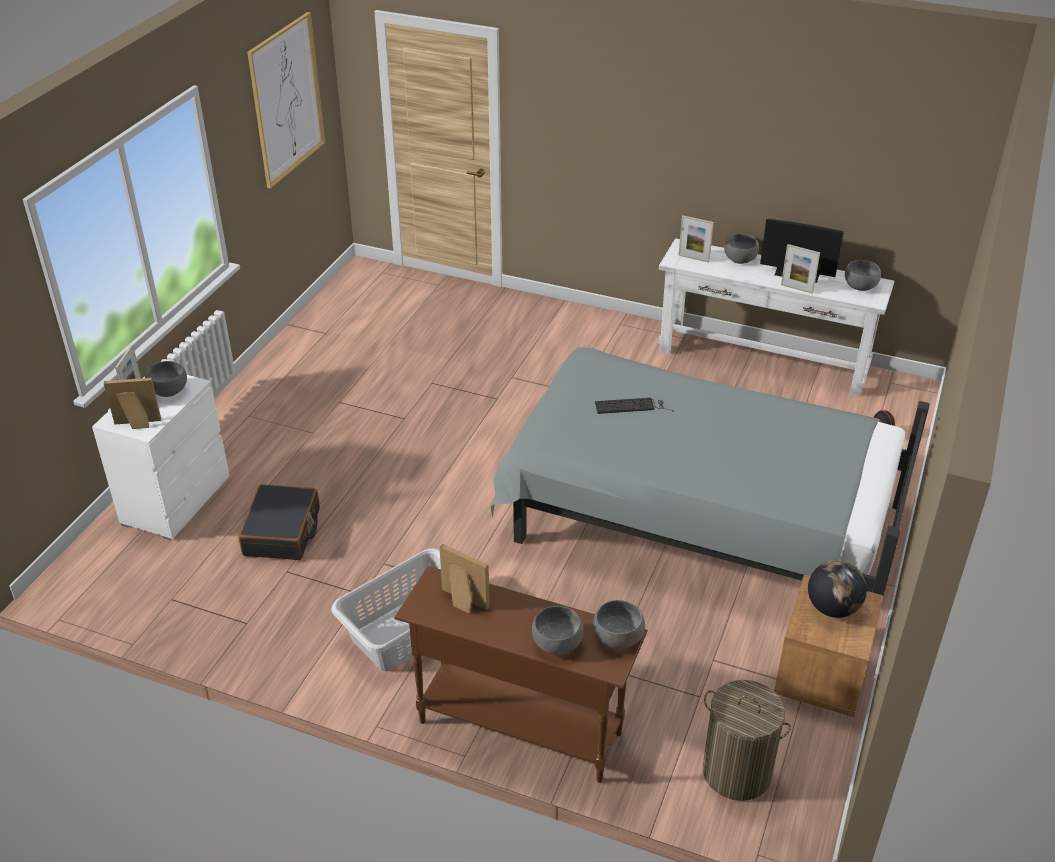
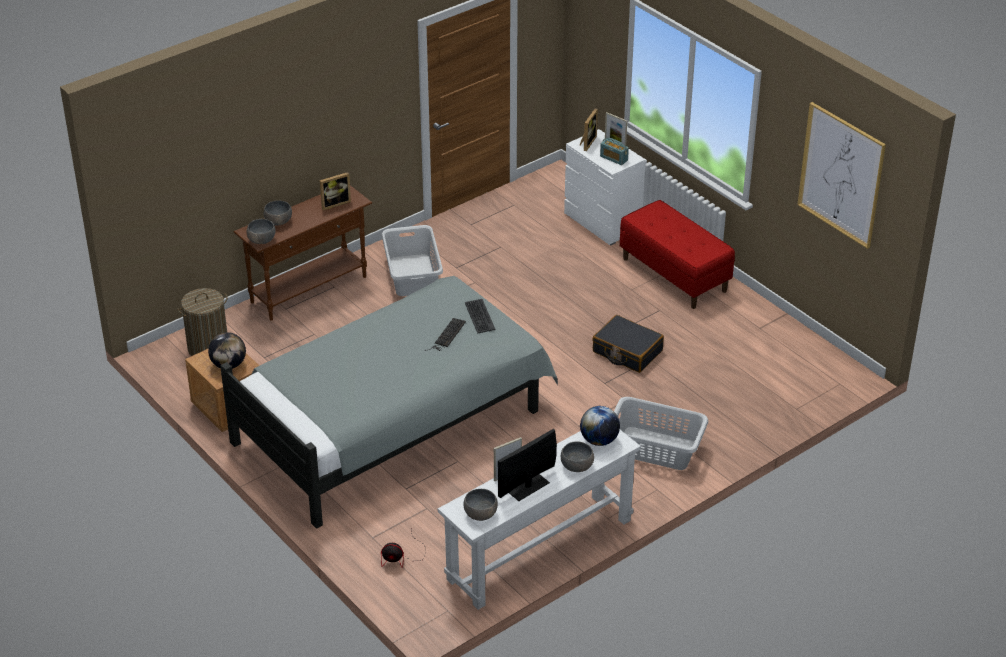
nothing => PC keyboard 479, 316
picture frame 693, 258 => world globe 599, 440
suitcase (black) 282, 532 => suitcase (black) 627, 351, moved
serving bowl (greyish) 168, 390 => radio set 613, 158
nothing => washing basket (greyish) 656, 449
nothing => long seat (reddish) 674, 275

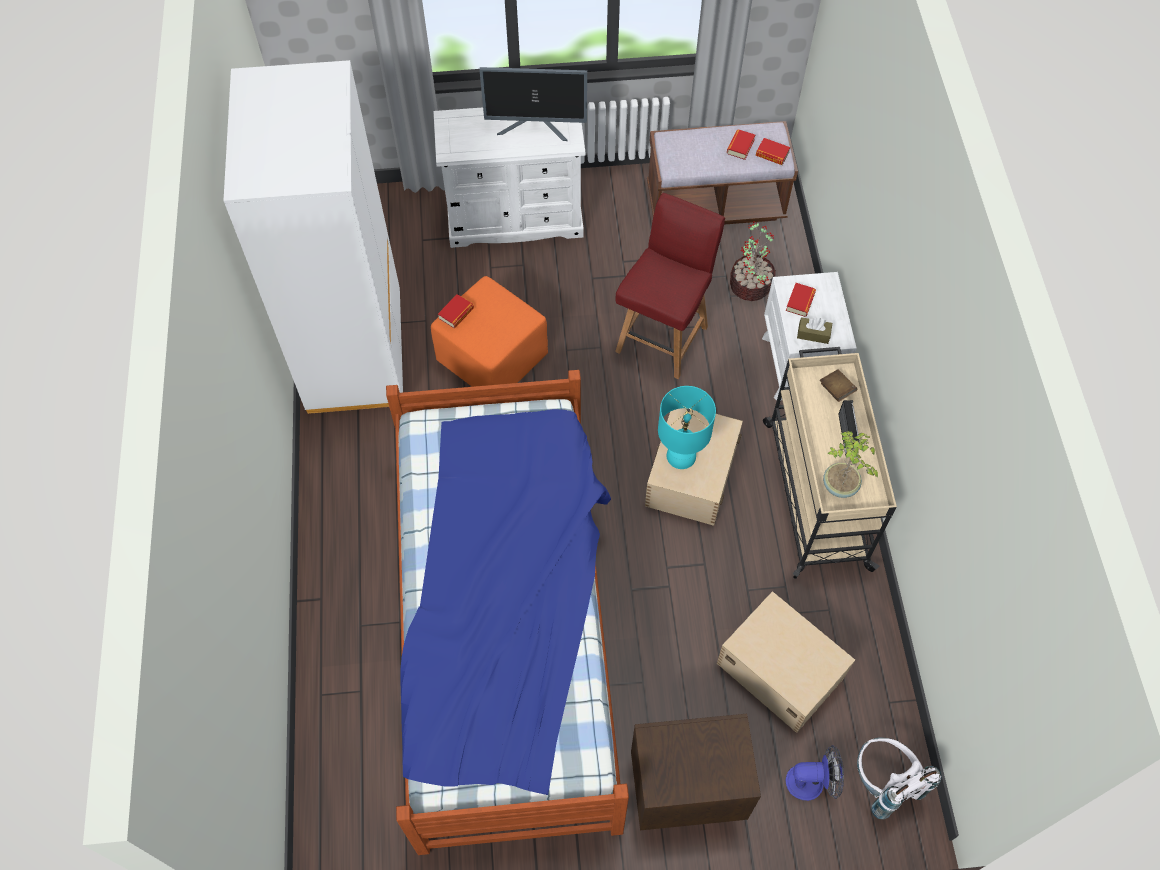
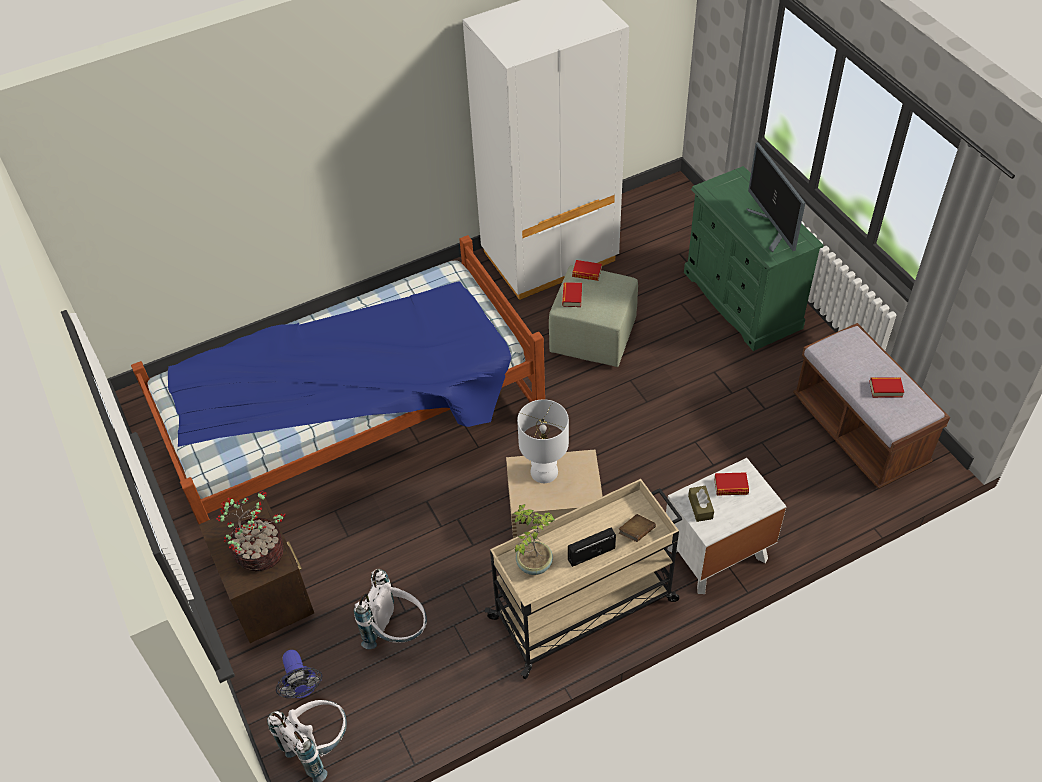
houseplant 750, 284 => houseplant 261, 551, moved
storage bin (beige) 779, 669 => rucksack (white-coloured) 397, 632
lamp for a table (turquoise) 680, 455 => lamp for a table (white-coloured) 544, 471
pouffe (orangey) 491, 358 => pouffe (greenish) 592, 336
book 772, 154 => book 572, 297, moved
chest of drawers (white-coloured) 515, 217 => chest of drawers (greenish) 741, 300
chair (reddish) 663, 337 => nothing

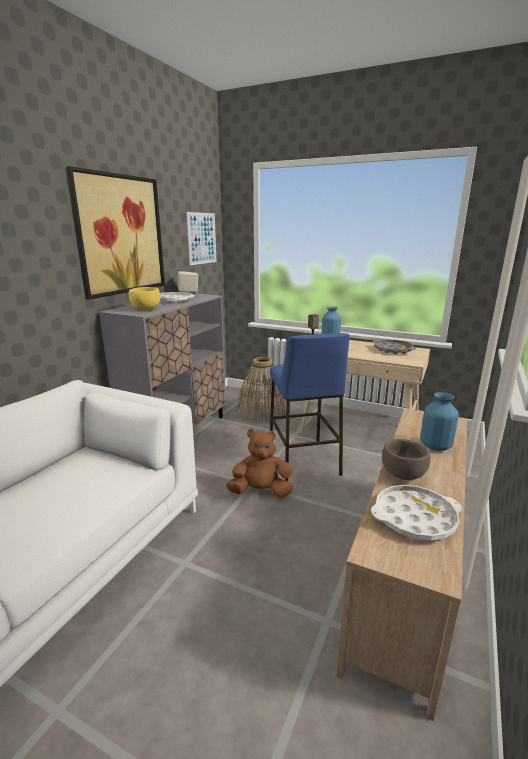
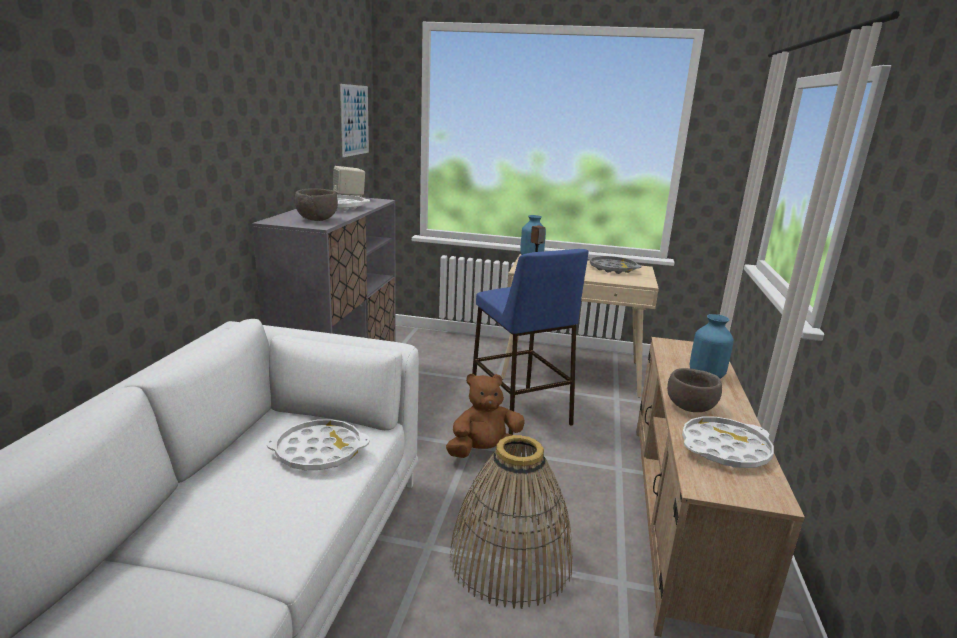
nothing => carrying tray (white-coloured) 319, 451
serving bowl (yellow) 145, 309 => serving bowl (brownish) 316, 220
household basket 262, 411 => household basket 510, 558, moved
picture 120, 235 => nothing

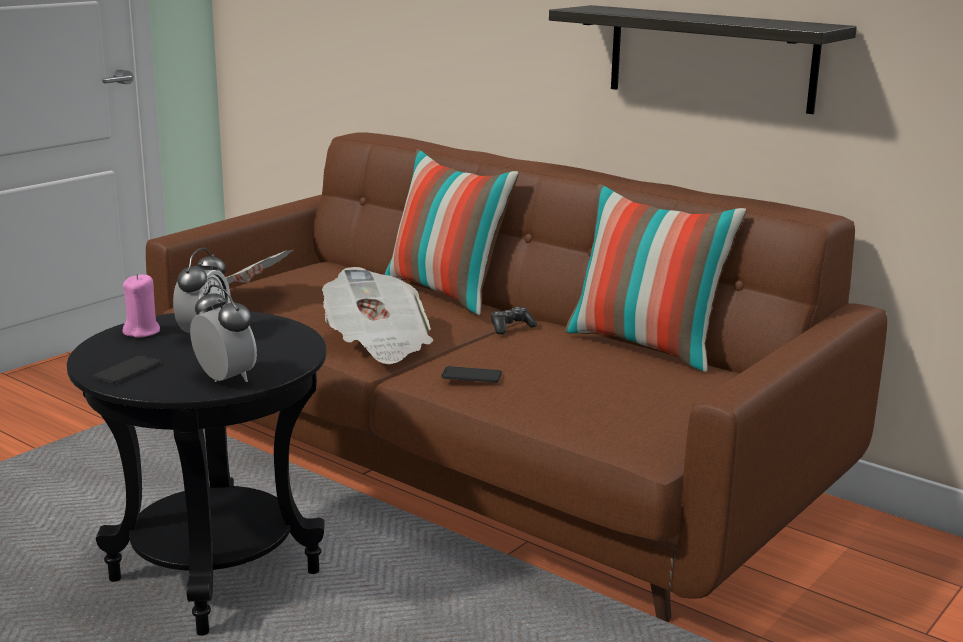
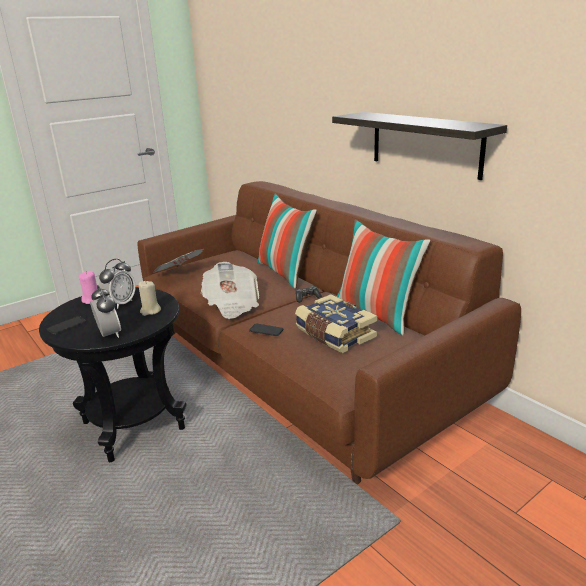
nothing => wax light (beige) 150, 311
nothing => book 334, 335

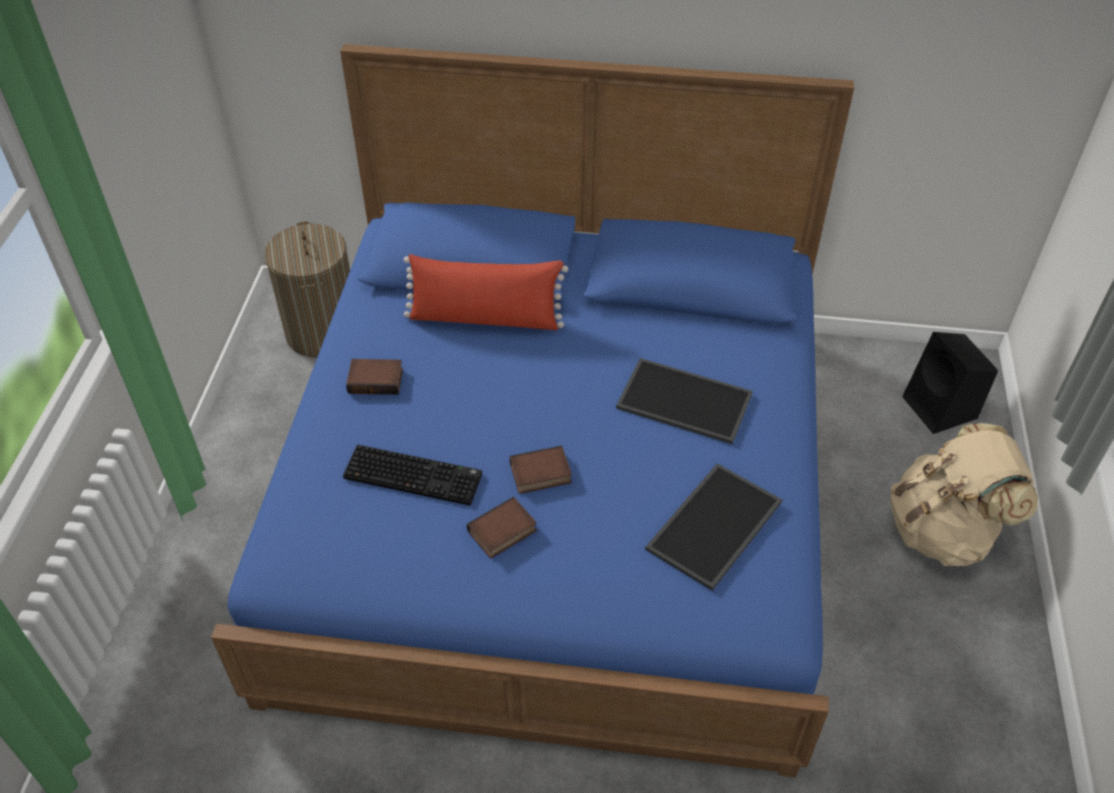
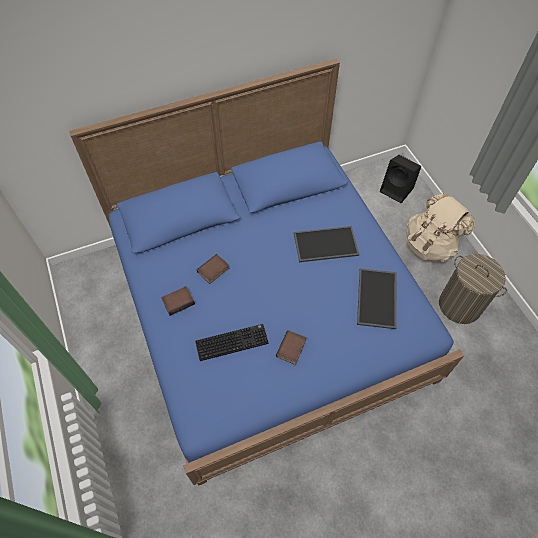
book 540, 475 => book 213, 271, moved
washing basket 323, 332 => washing basket 460, 305, moved
throw pillow (reddish) 485, 318 => nothing

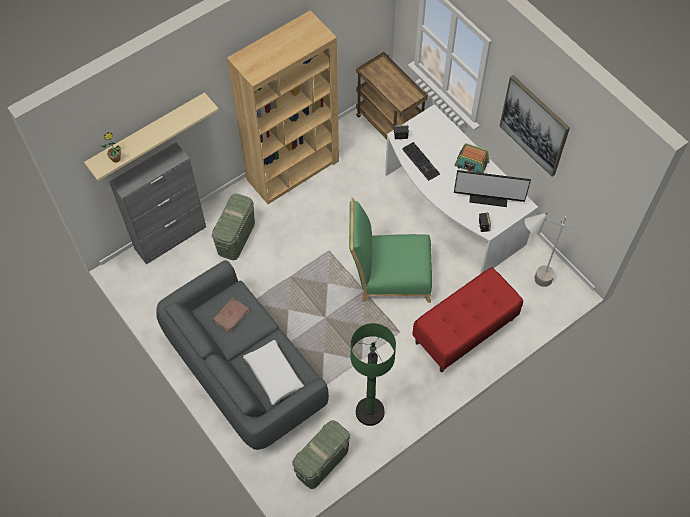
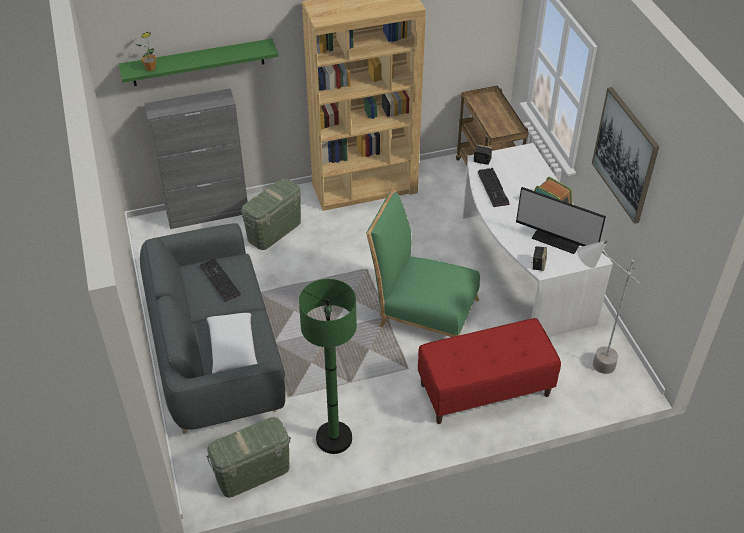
wall shelf (beige) 147, 134 => wall shelf (greenish) 198, 62
book (brownish) 231, 315 => PC keyboard 218, 280

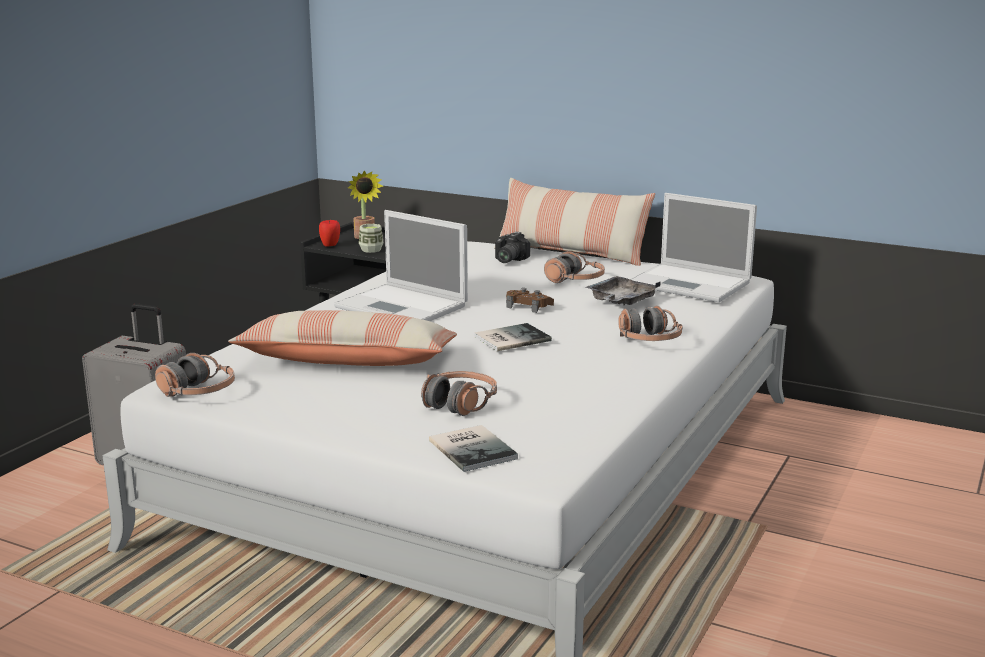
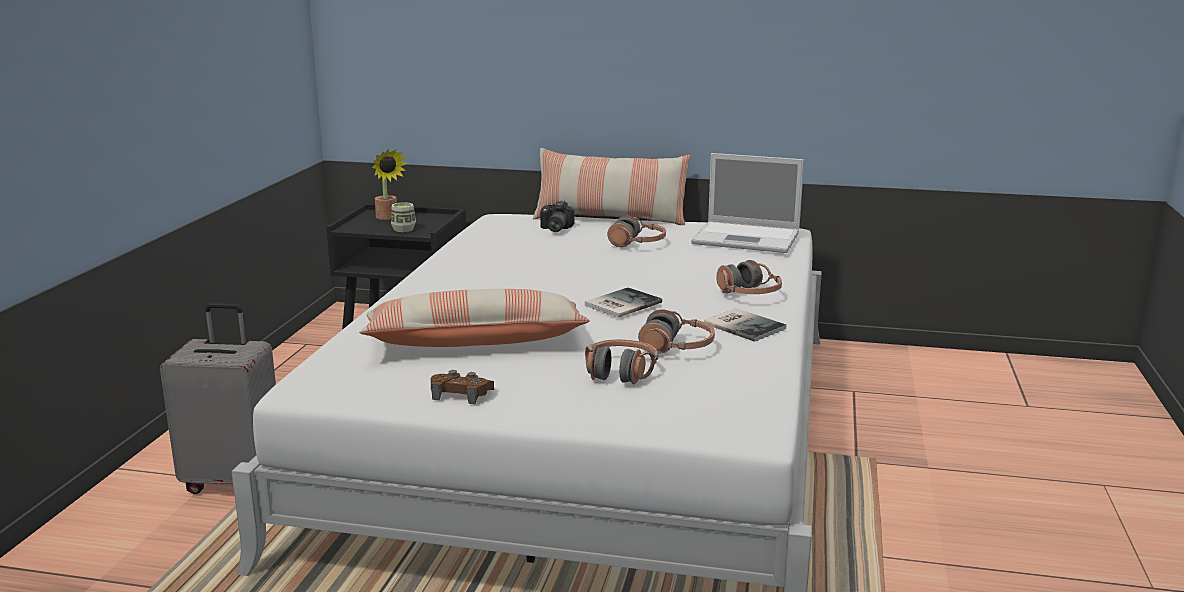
joypad (brownish) 528, 306 => joypad (brownish) 461, 394, moved
pair of headphones 197, 393 => pair of headphones 677, 348, moved
book 474, 448 => book 744, 325, moved
apple 330, 246 => nothing
portable computer 403, 307 => nothing
carrying tray (greyish) 621, 301 => nothing

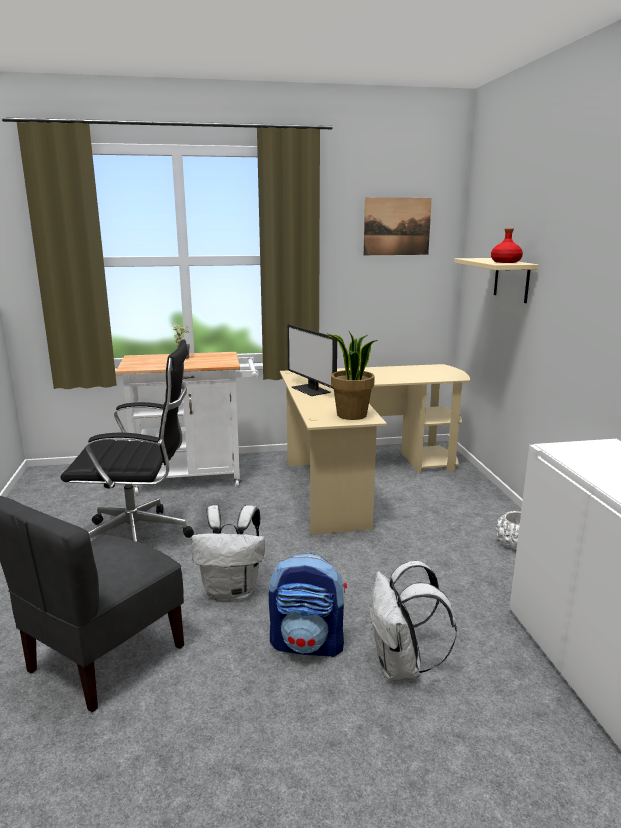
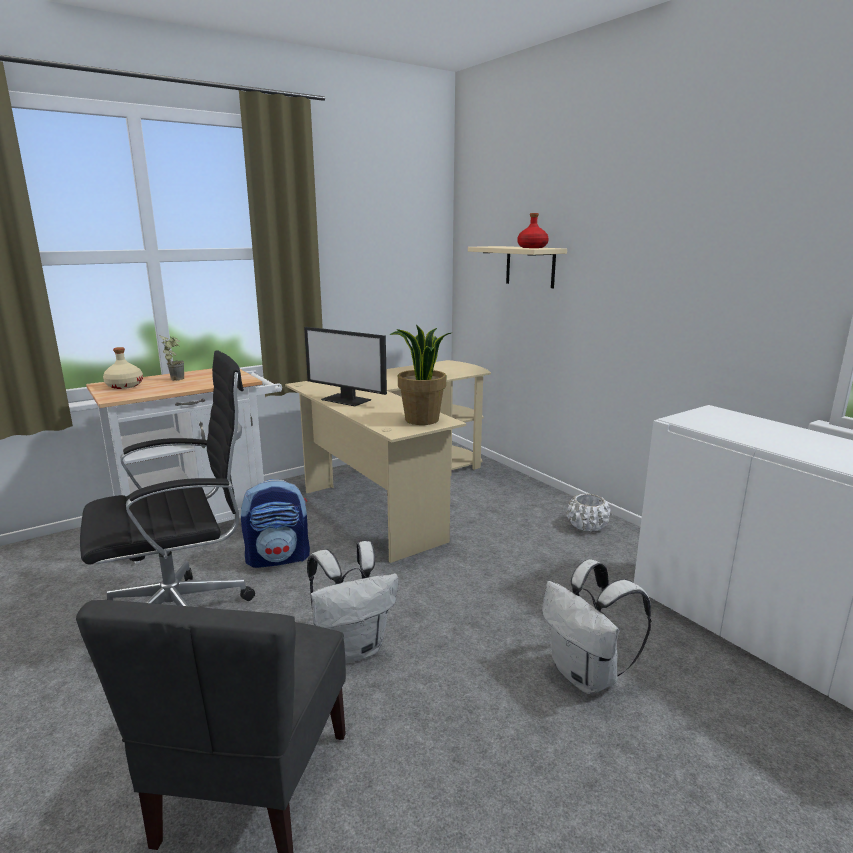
nothing => drink bottle (beige) 124, 386
rucksack 308, 644 => rucksack 279, 558, moved
picture 397, 226 => nothing

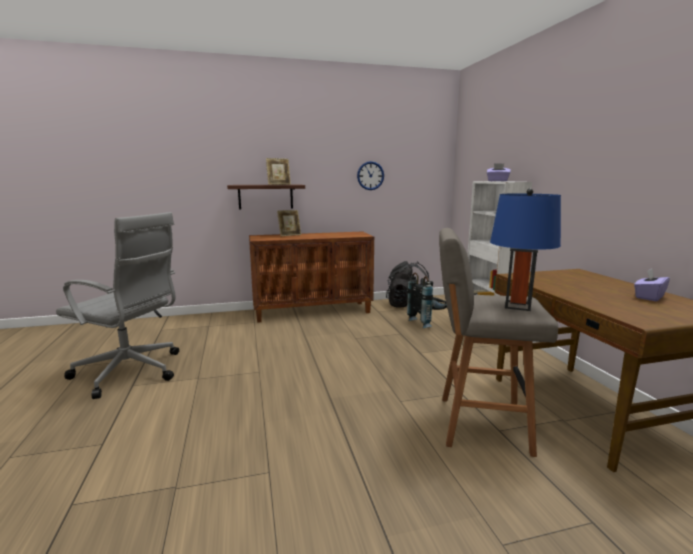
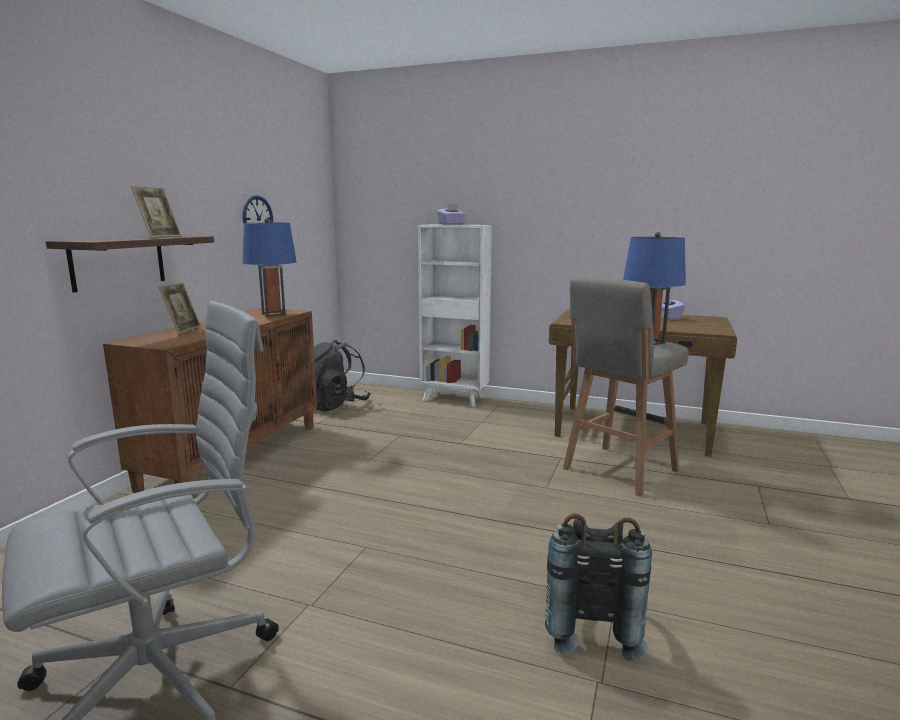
nothing => lamp for a table (bluish) 273, 314
rucksack (black) 428, 323 => rucksack (black) 589, 627, moved

